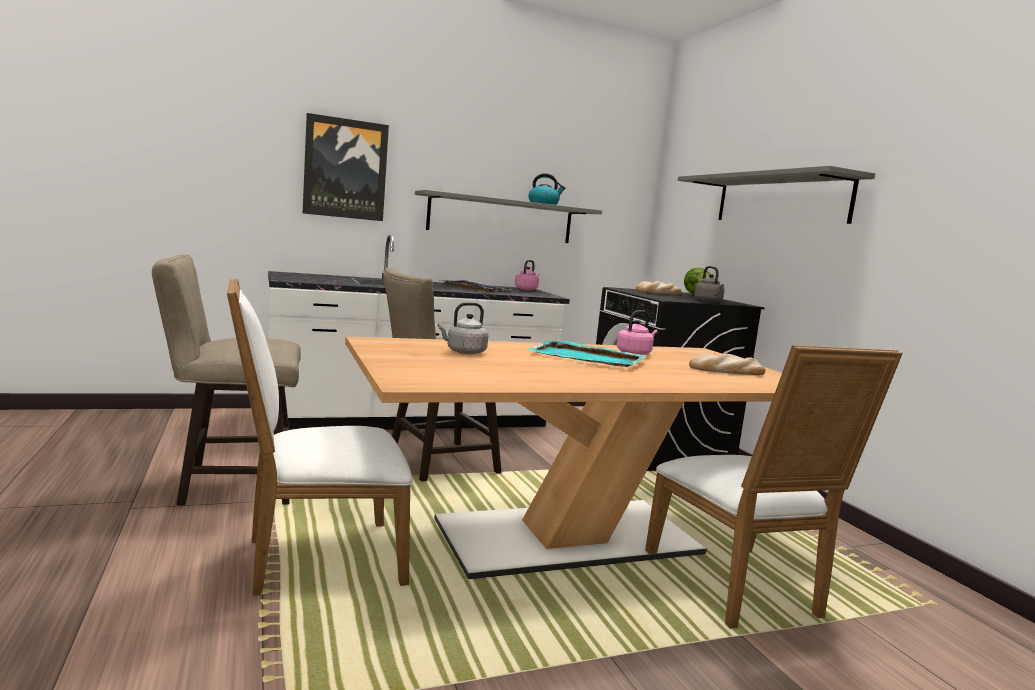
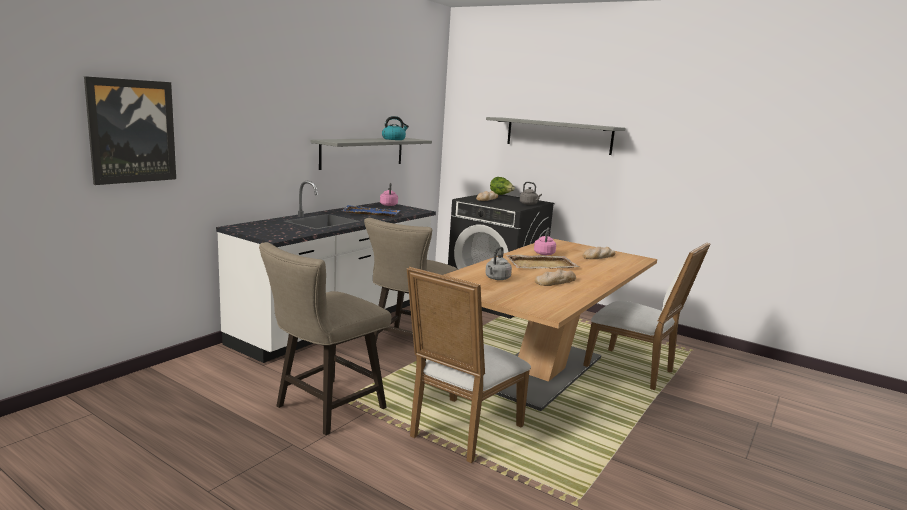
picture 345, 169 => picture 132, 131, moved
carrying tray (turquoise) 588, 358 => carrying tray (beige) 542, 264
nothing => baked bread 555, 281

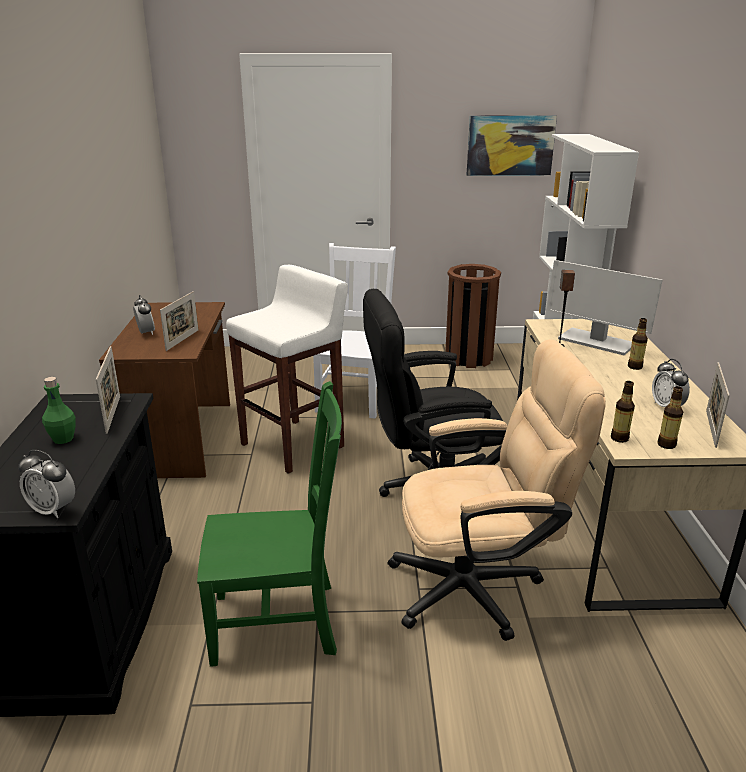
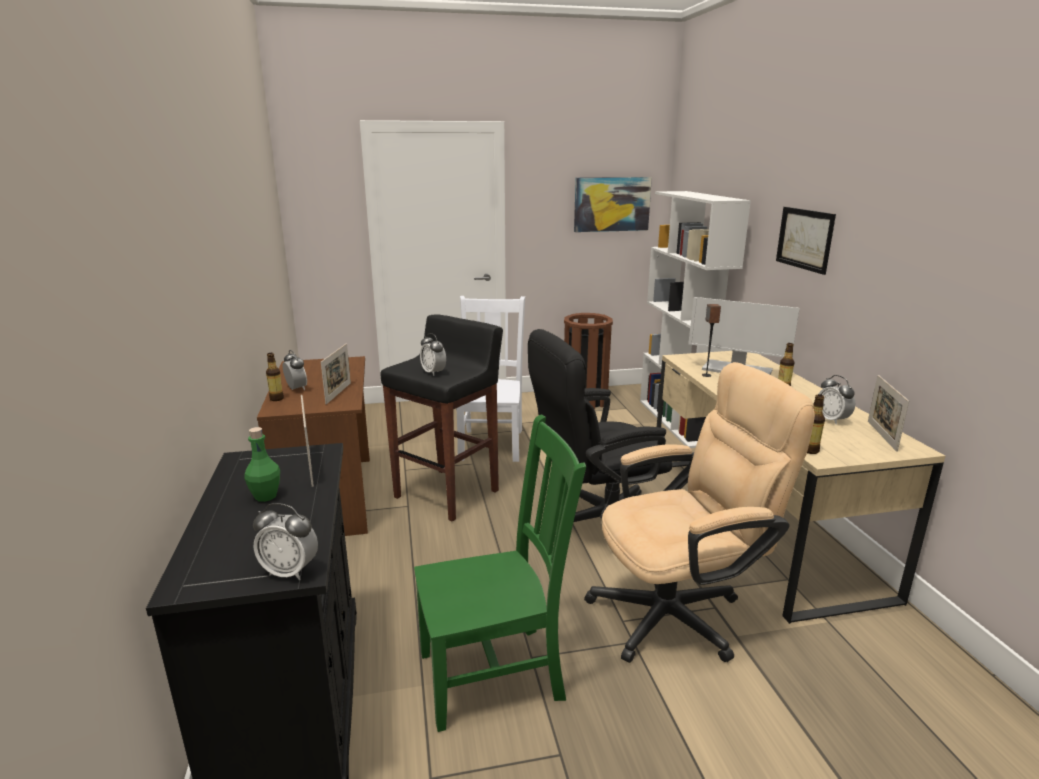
drink bottle 666, 445 => drink bottle 276, 399, moved
stool seat (white-coloured) 294, 445 => stool seat (black) 448, 493
nothing => bedside clock 433, 372
nothing => picture 804, 239

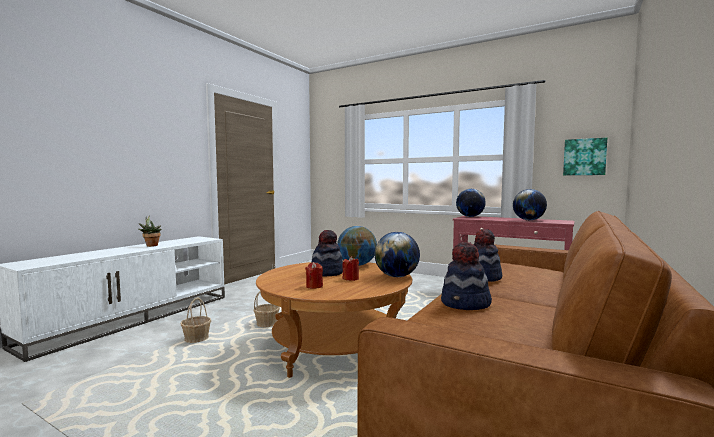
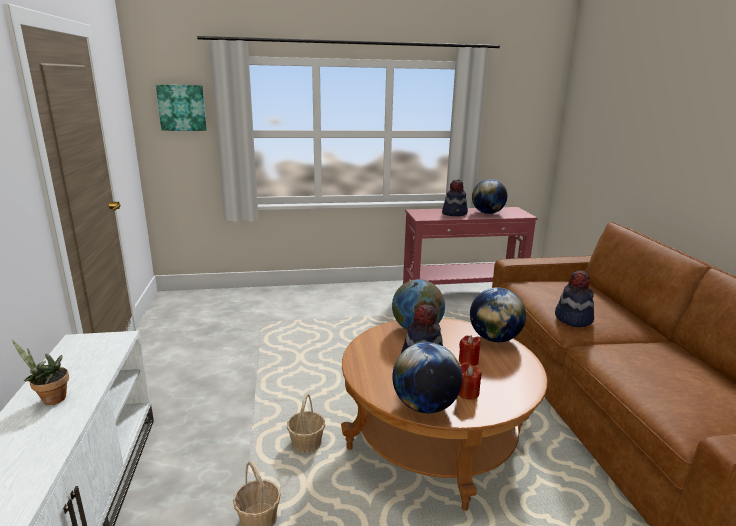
picture 584, 157 => picture 182, 107, moved
world globe 470, 216 => world globe 425, 406, moved
hat 466, 304 => hat 455, 213, moved

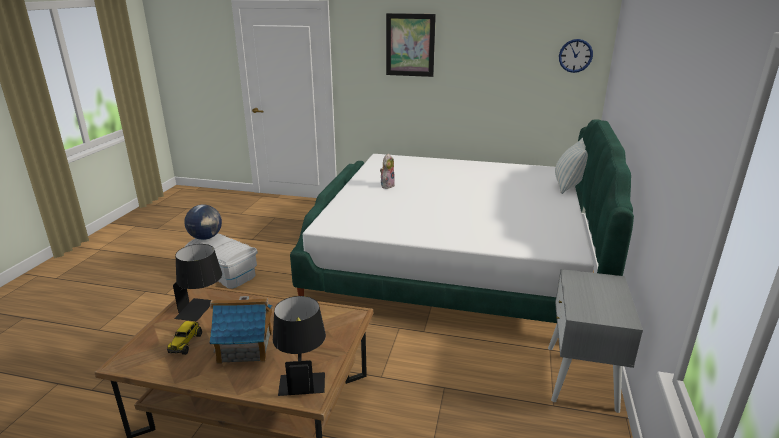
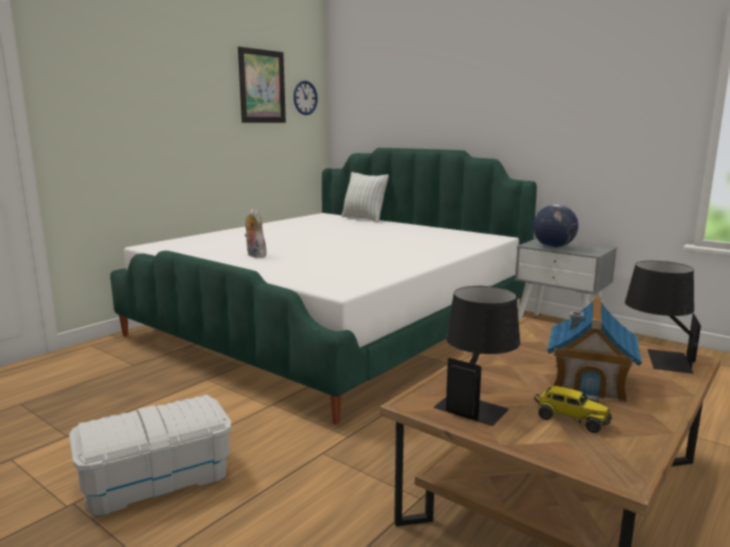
picture 410, 45 => picture 262, 86, moved
world globe 206, 237 => world globe 553, 247, moved

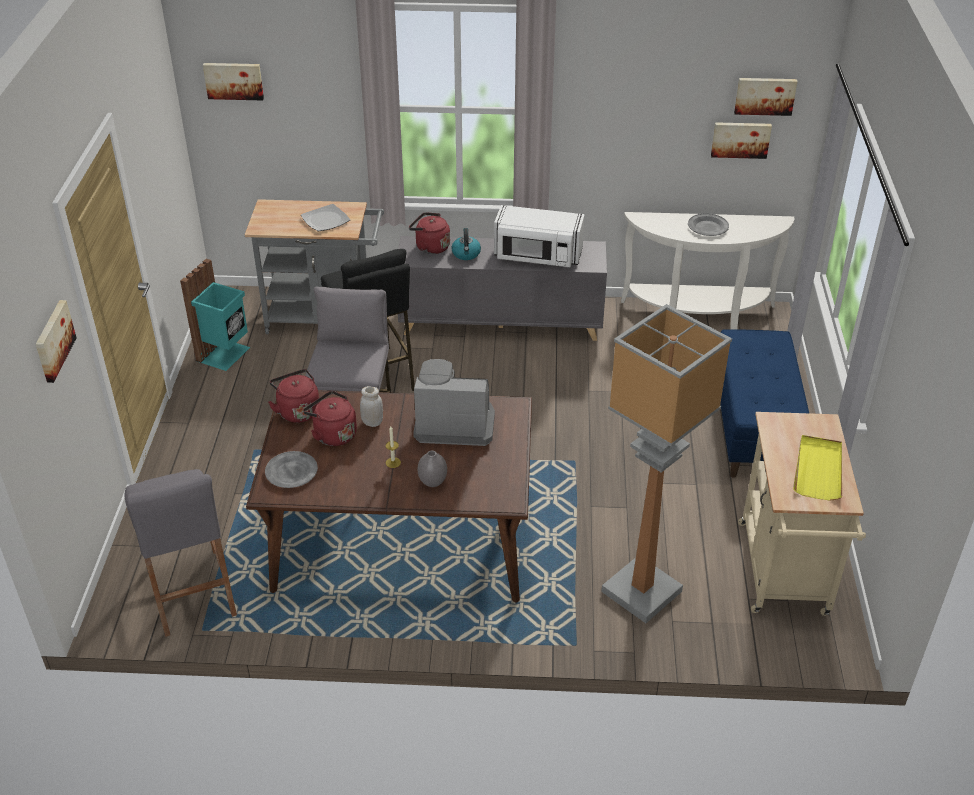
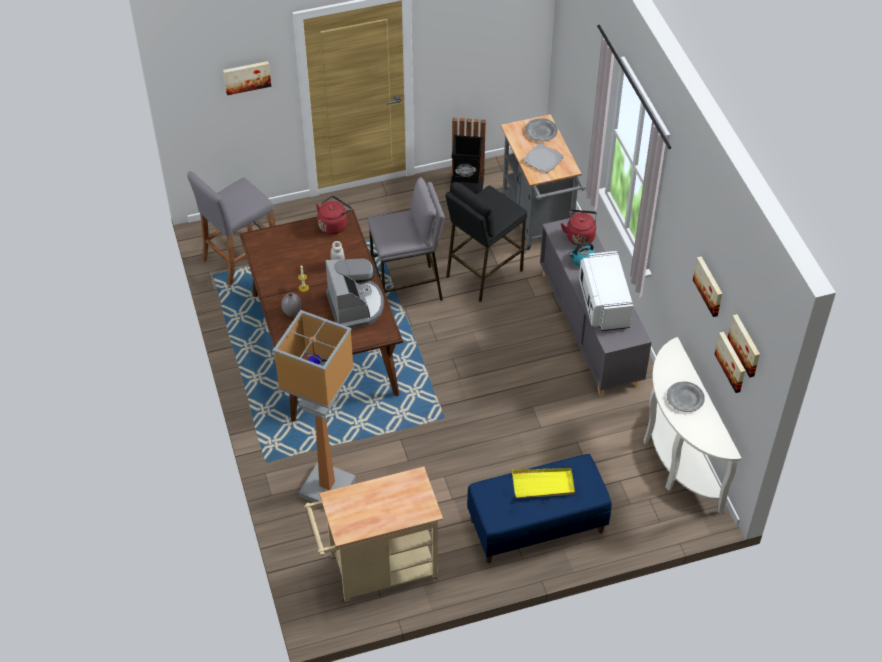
trash can (turquoise) 225, 354 => trash can (black) 467, 185
carrying tray (yellow) 818, 470 => carrying tray (yellow) 543, 484, moved
dinner plate (greyish) 291, 472 => dinner plate (greyish) 541, 131, moved
picture 234, 80 => picture 709, 286, moved
kettle (reddish) 333, 434 => nothing

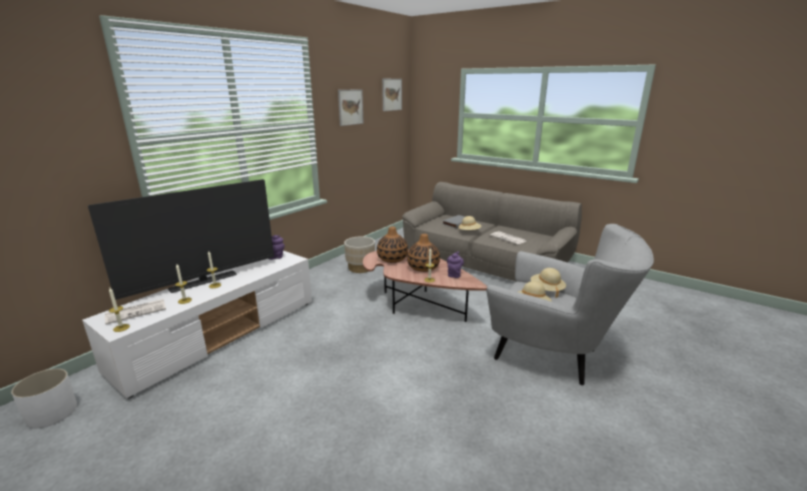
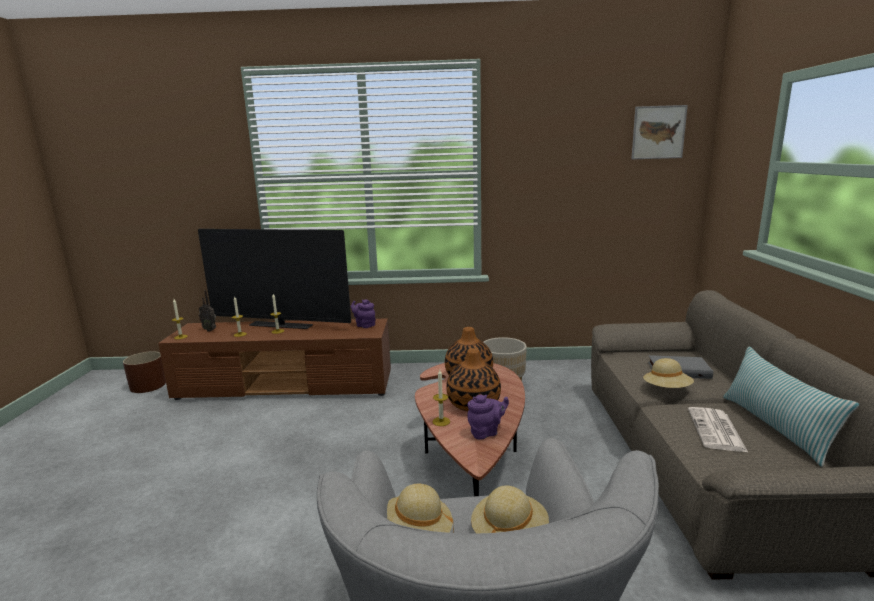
flower pot (white-coloured) 52, 413 => flower pot (brownish) 148, 385
tv stand (white-coloured) 222, 334 => tv stand (brownish) 287, 386
newspaper 137, 311 => radio set 210, 330
nothing => throw pillow 775, 427
picture 350, 107 => nothing

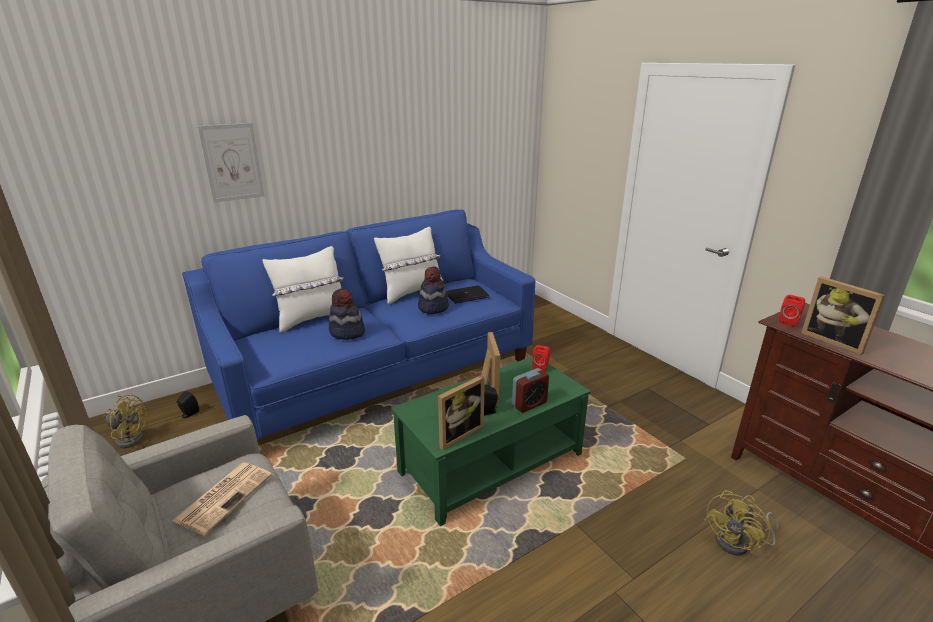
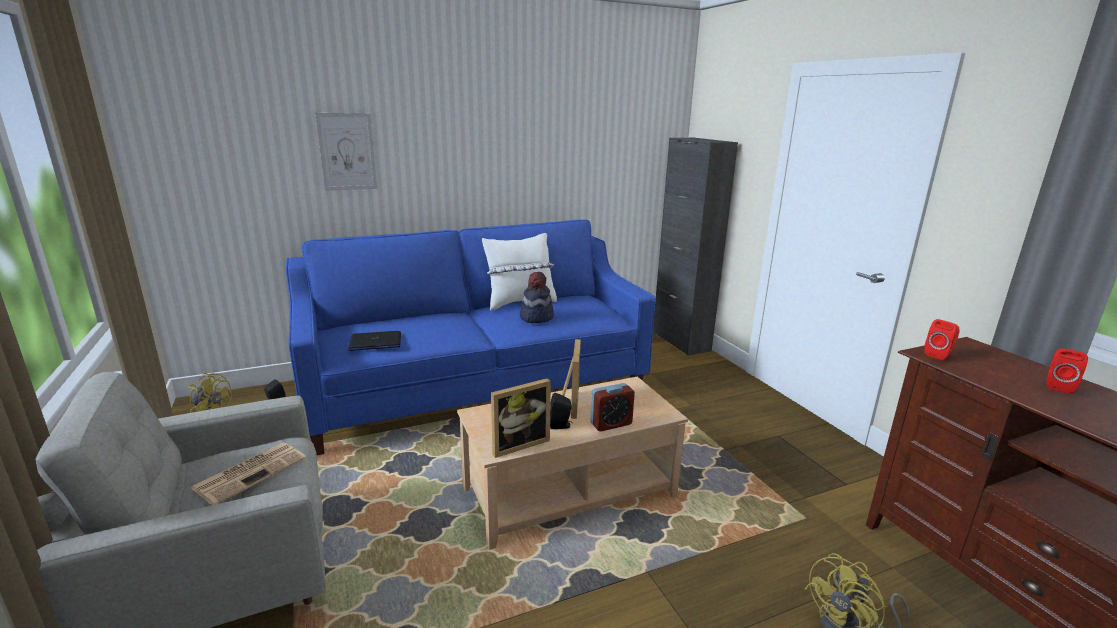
portable computer 467, 296 => portable computer 375, 342, moved
lounge table (greenish) 490, 462 => lounge table (beige) 569, 490
nothing => storage cabinet (black) 681, 341
speaker (reddish) 541, 367 => speaker (reddish) 1058, 386, moved
throw pillow (white-coloured) 312, 319 => nothing
hat 347, 332 => nothing
picture frame 834, 341 => nothing

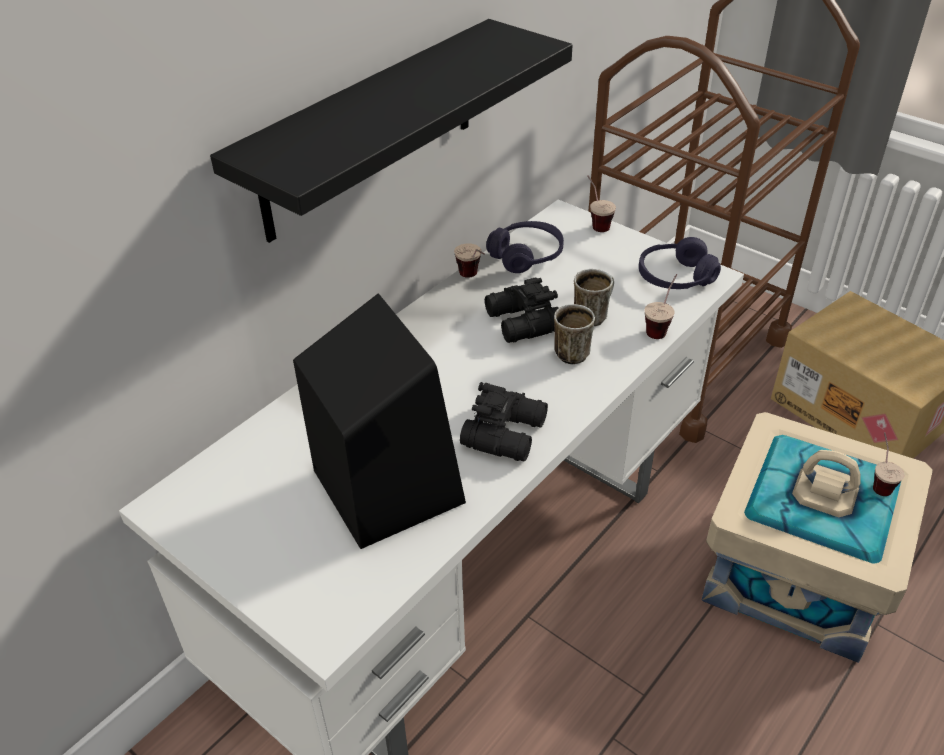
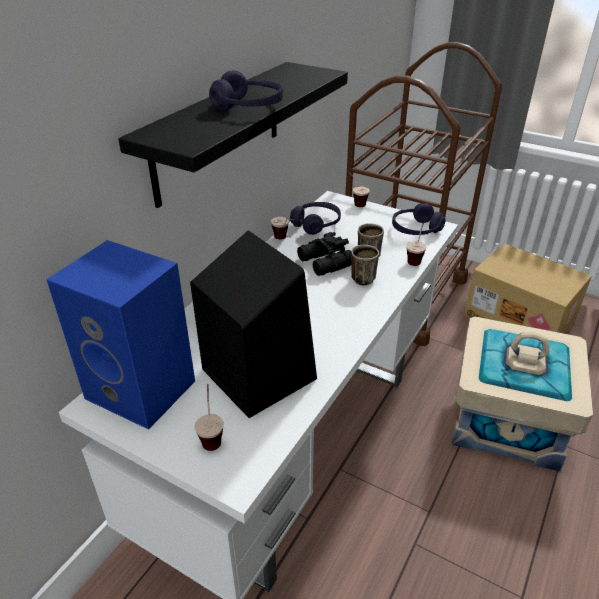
nothing => speaker (bluish) 144, 389
drinking cup 879, 481 => drinking cup 211, 434, moved
nothing => pair of headphones (purple) 248, 106
binoculars (black) 507, 432 => nothing

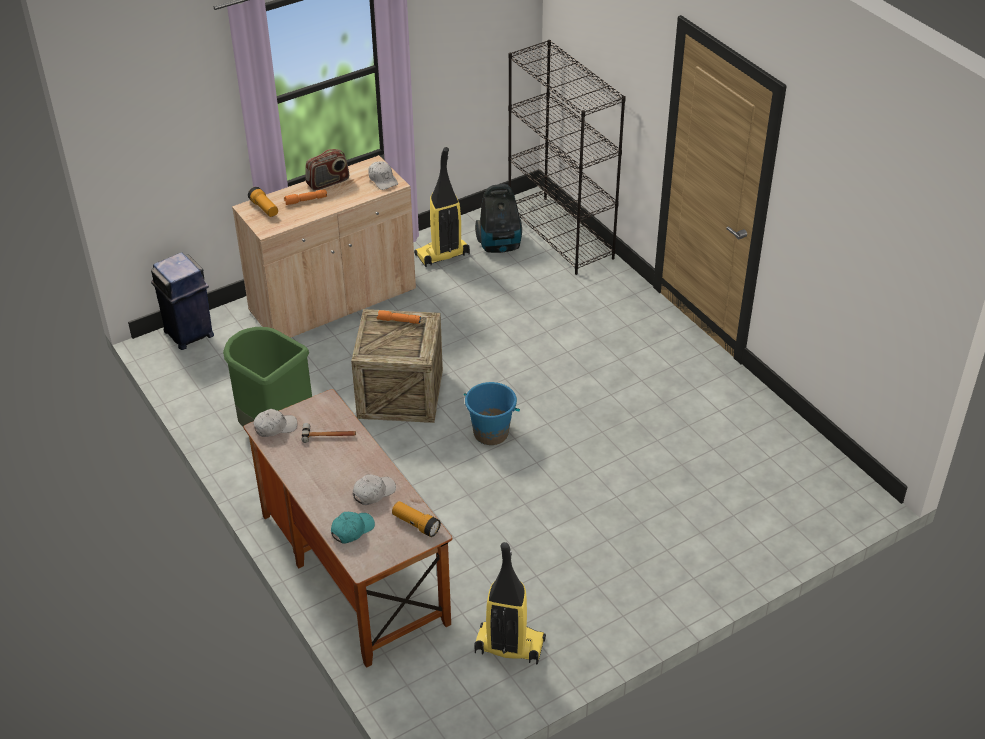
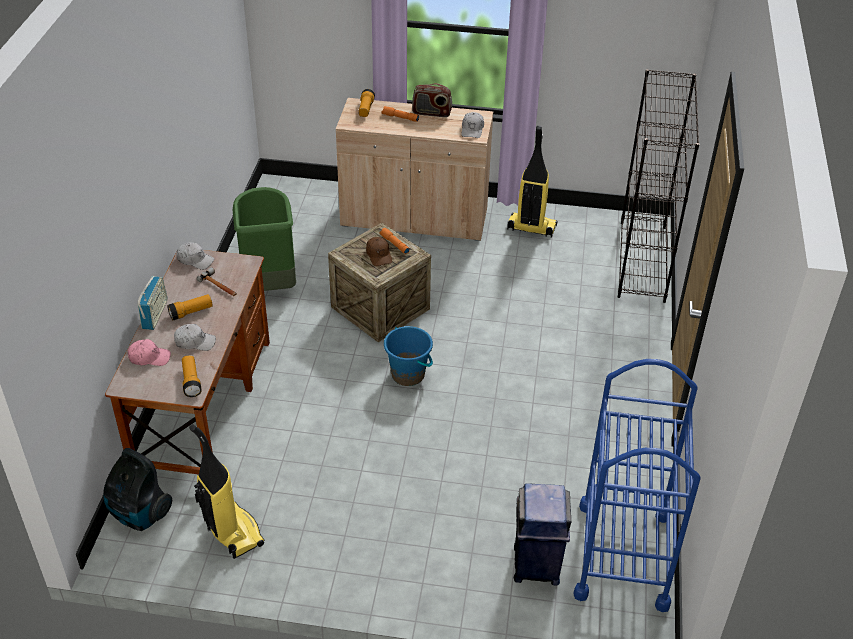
hoover 500, 245 => hoover 139, 514, moved
baseball cap (turquoise) 352, 530 => baseball cap (pinkish) 149, 357
nothing => radio set 155, 314
nothing => hand torch 191, 312
nothing => baseball cap (brownish) 379, 255
trash can (bluish) 189, 334 => trash can (bluish) 536, 566, moved
nothing => wheeled cart (bluish) 623, 555

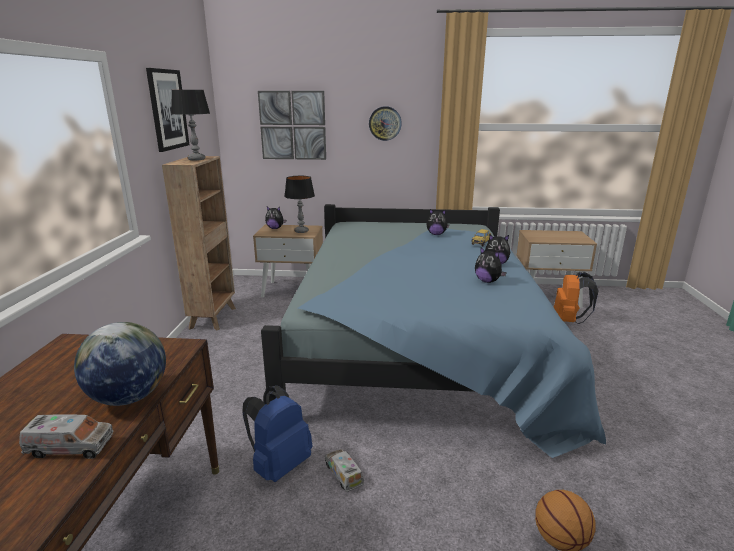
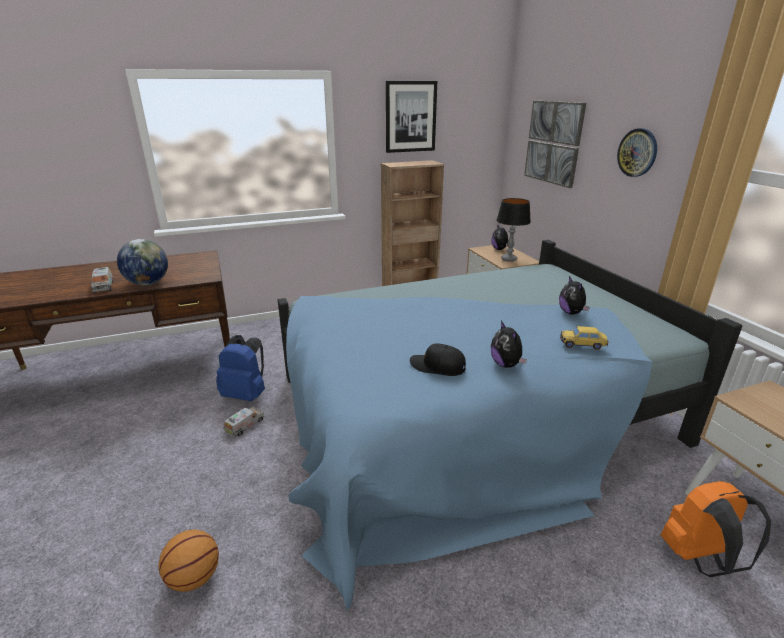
plush toy 487, 281 => baseball cap (black) 437, 366
lamp for a table 196, 159 => nothing

